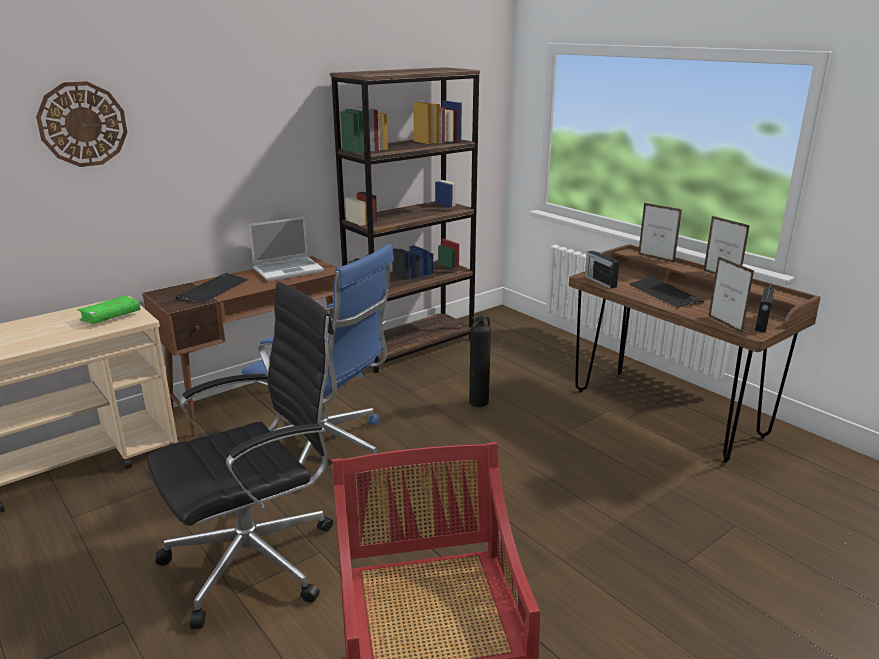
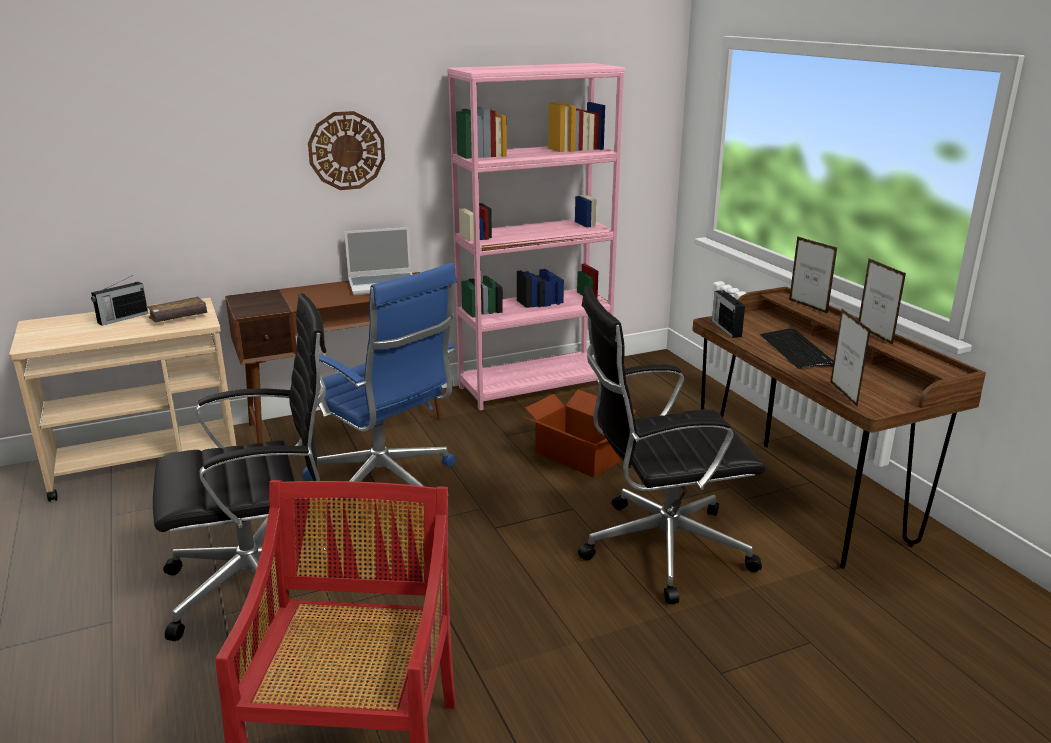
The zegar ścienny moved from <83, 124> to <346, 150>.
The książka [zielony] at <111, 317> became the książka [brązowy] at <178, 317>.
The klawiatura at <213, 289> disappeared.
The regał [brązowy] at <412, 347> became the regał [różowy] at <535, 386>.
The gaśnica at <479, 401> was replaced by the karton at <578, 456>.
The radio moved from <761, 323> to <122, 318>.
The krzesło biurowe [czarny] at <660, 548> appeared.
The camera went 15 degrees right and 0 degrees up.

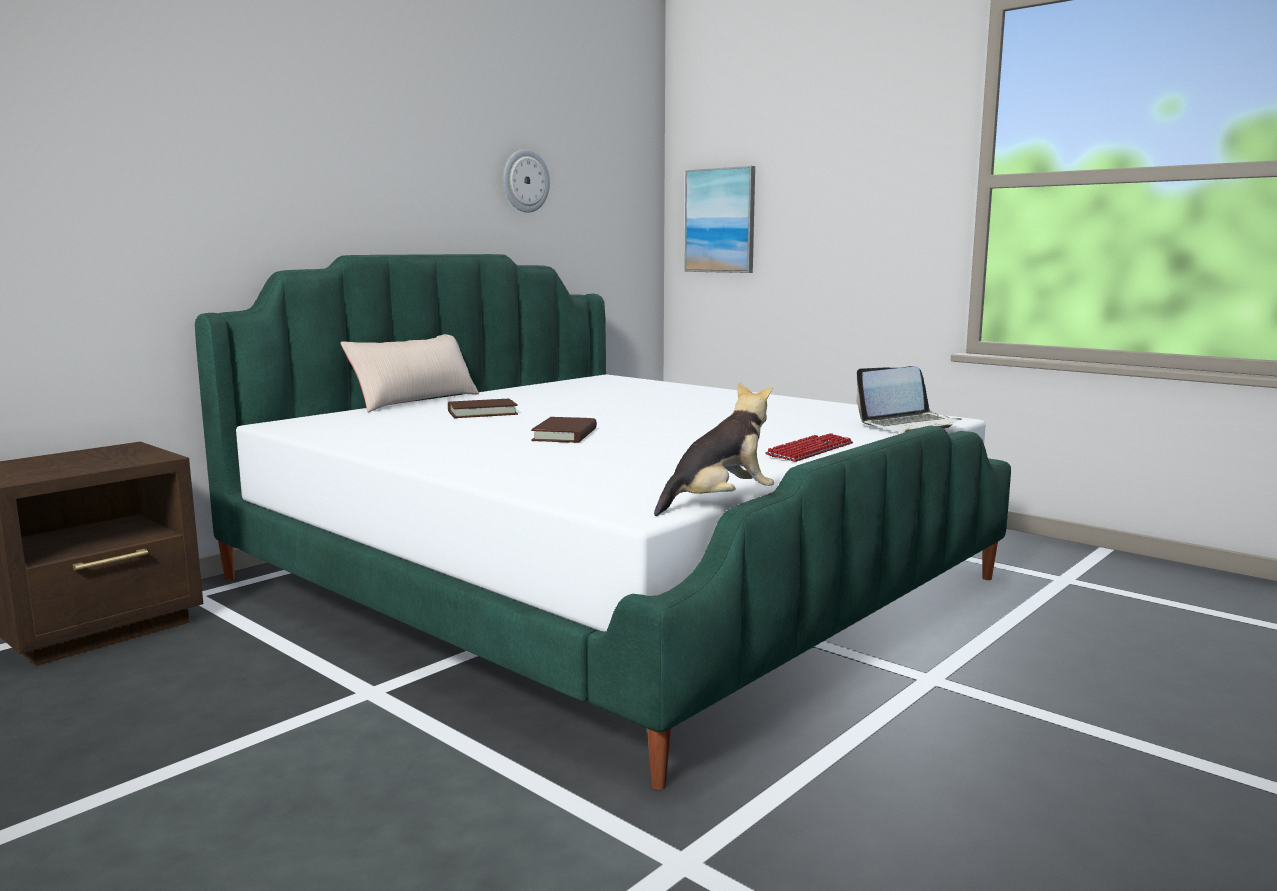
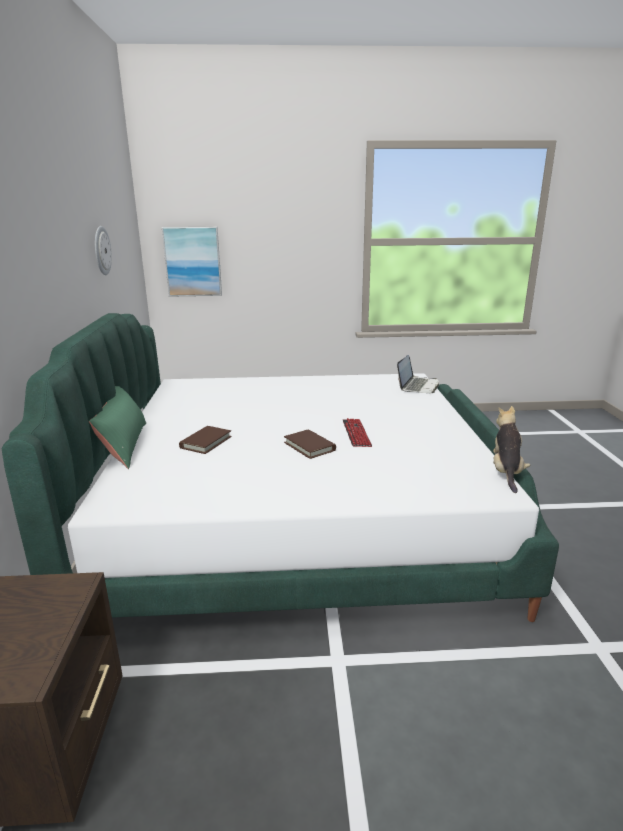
The poduszka [beżowy] at <415, 401> became the poduszka [zielony] at <124, 445>.
The klawiatura moved from <810, 450> to <356, 434>.
The camera went 45 degrees left and 10 degrees up.

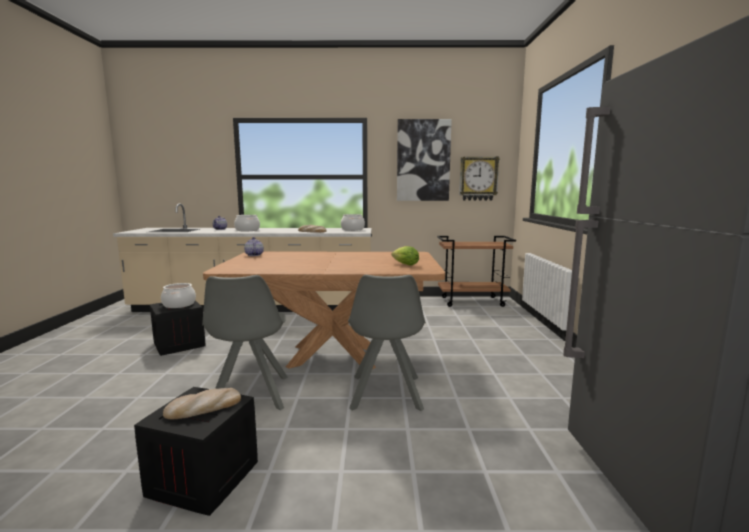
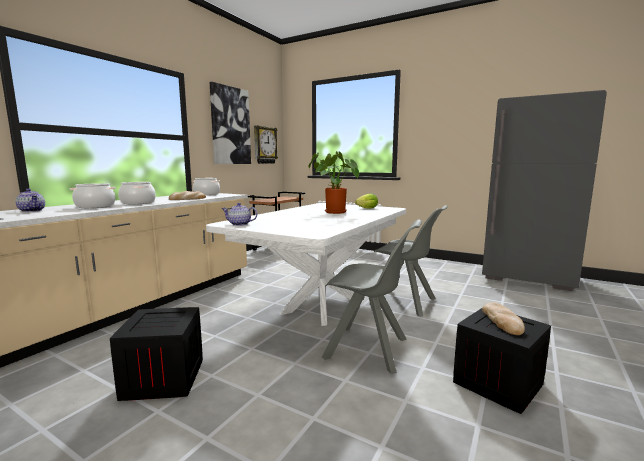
The garnek moved from <179, 304> to <138, 203>.
The stół jadalny [brązowy] at <333, 356> became the stół jadalny [biały] at <321, 305>.
The roślina doniczkowa at <333, 212> appeared.
The camera went 60 degrees left and 0 degrees up.

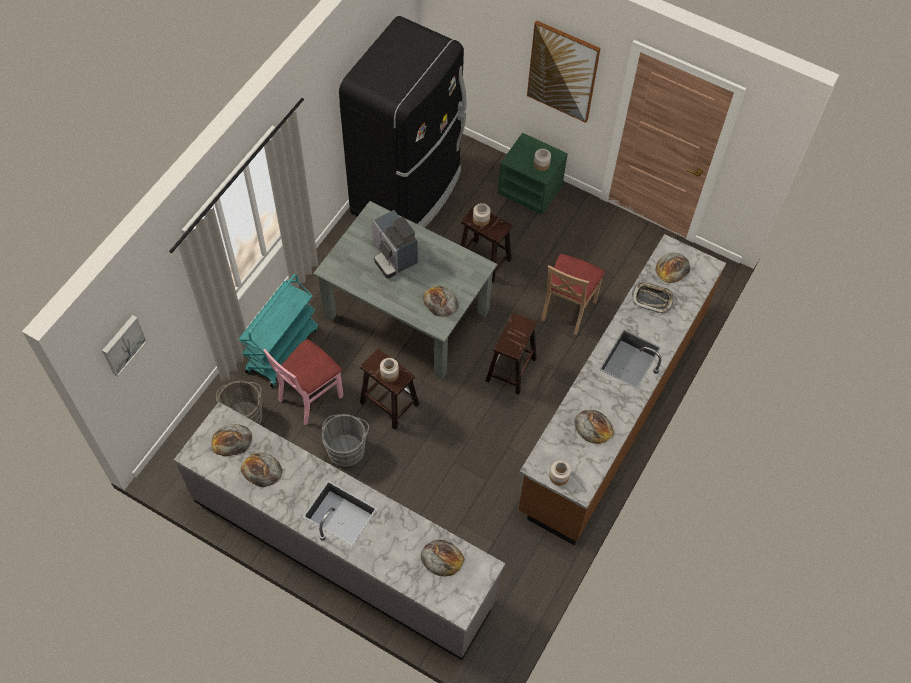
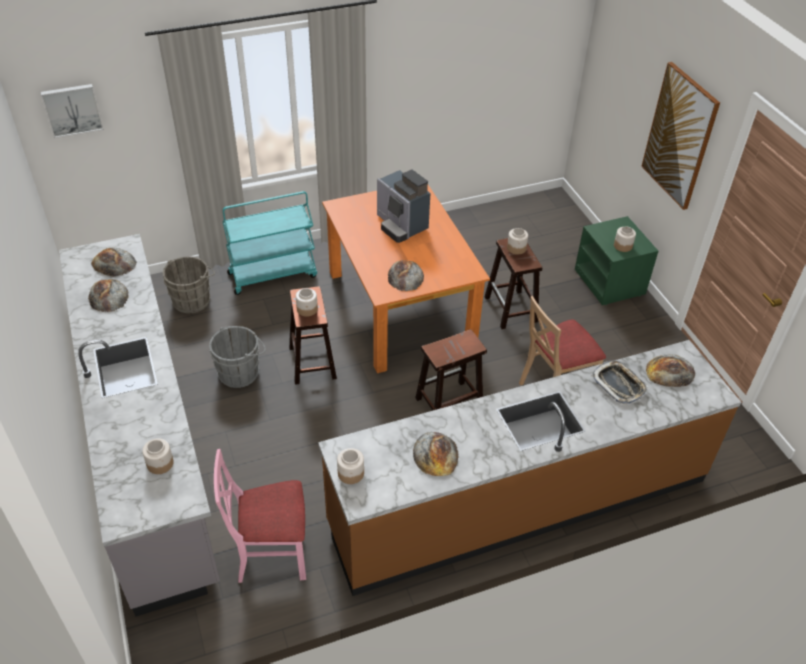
The krzesło [różowy] moved from <309, 396> to <271, 554>.
The stół jadalny [szary] at <408, 313> became the stół jadalny [pomarańczowy] at <401, 309>.
The lodówka [czarny] at <408, 192> disappeared.
The ekspres do kawy at <393, 257> turned 45 degrees counterclockwise.
The chleb at <442, 558> was replaced by the słoik at <160, 463>.
The camera went 40 degrees right and 15 degrees down.

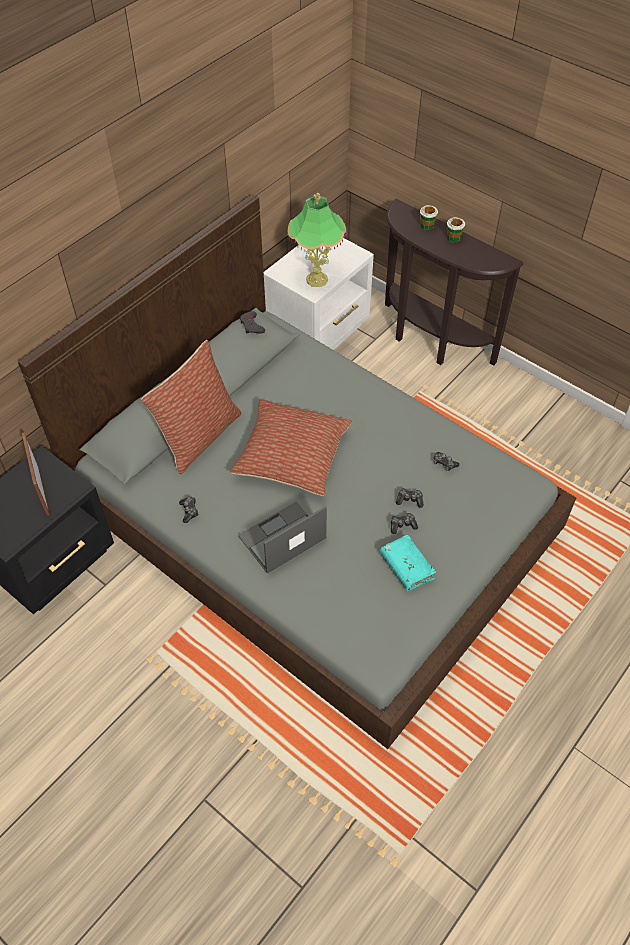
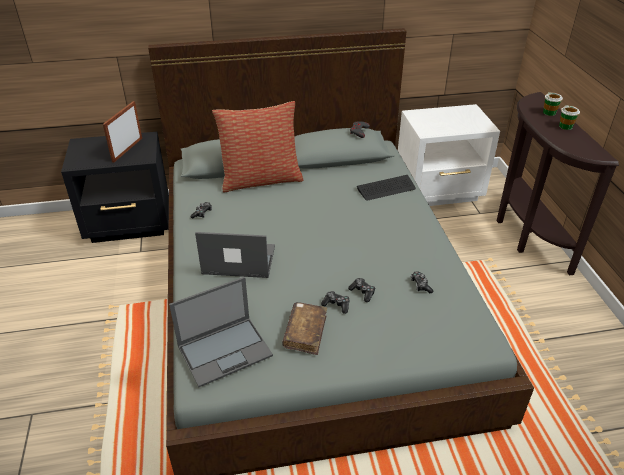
The poduszka at <291, 456> disappeared.
The lampa stołowa at <316, 279> disappeared.
The książka [turkusowy] at <406, 566> became the książka [brązowy] at <305, 333>.
The laptop at <225, 350> appeared.
The klawiatura at <386, 189> appeared.
The camera went 40 degrees right and 15 degrees down.

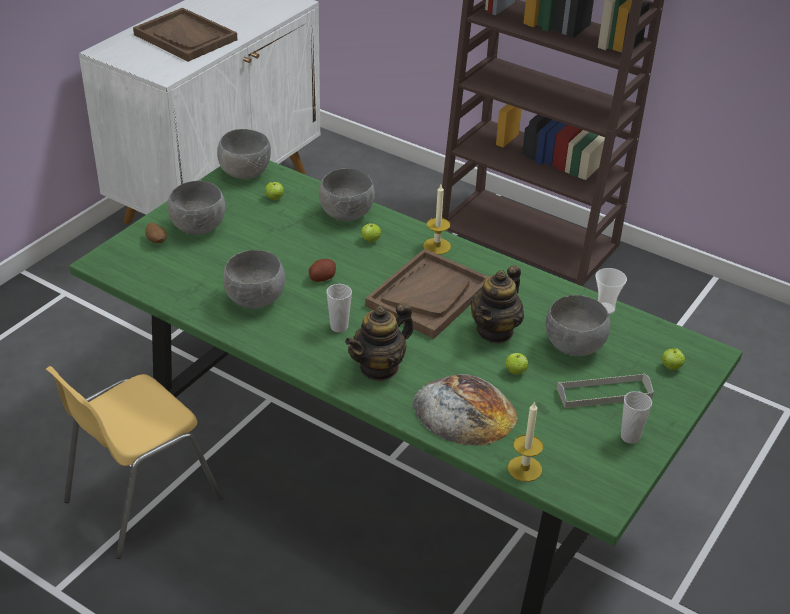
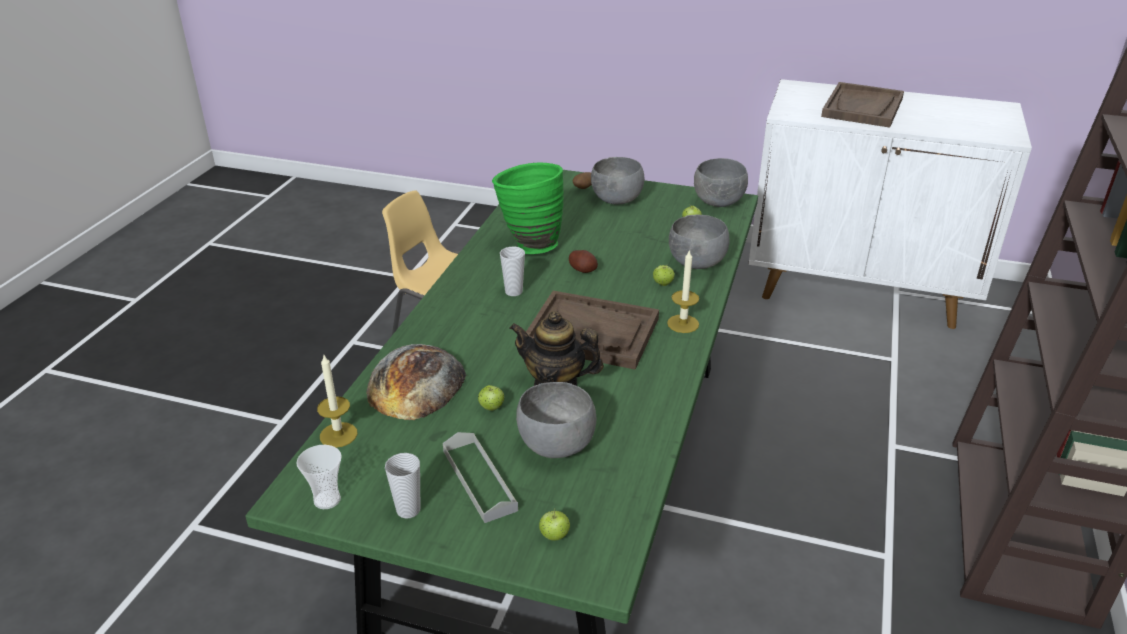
The miska [szary] at <256, 301> was replaced by the wazon [zielony] at <529, 245>.
The imbryk at <379, 367> disappeared.
The filiżanka moved from <605, 308> to <327, 500>.
The camera went 75 degrees right and 5 degrees down.

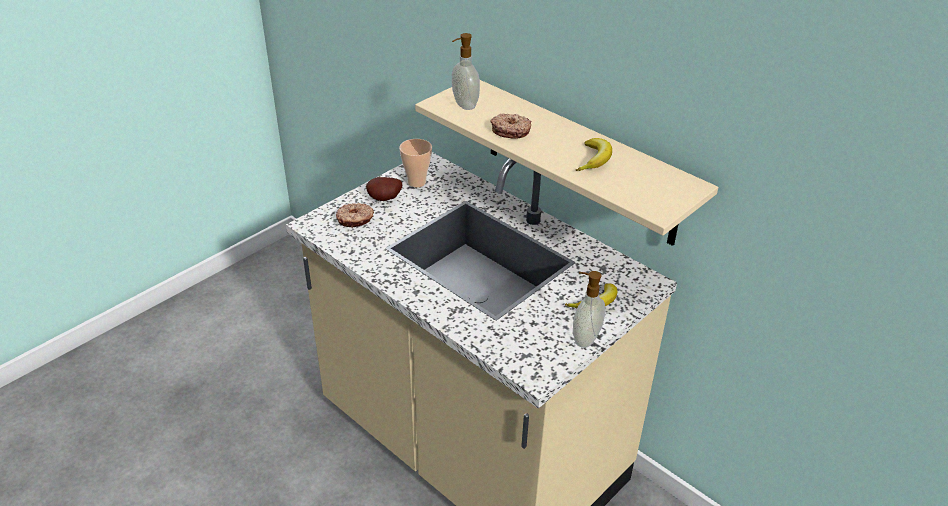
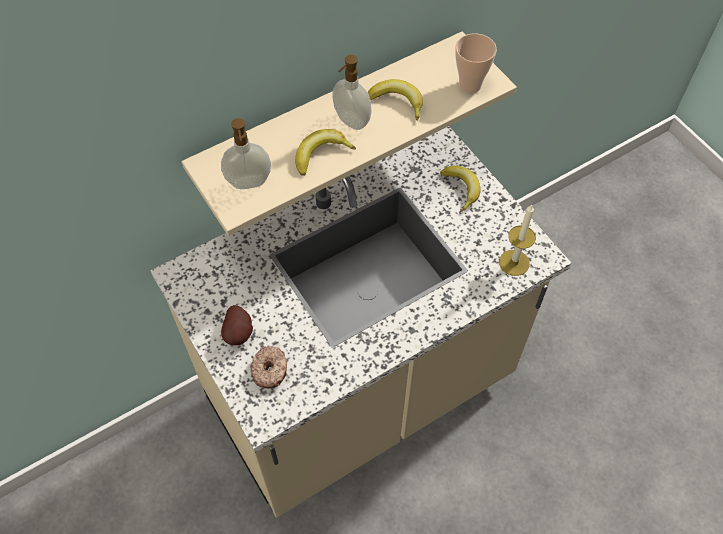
The filiżanka moved from <416, 182> to <470, 85>.
The donut at <510, 131> was replaced by the banan at <320, 154>.
The dozownik mydła moved from <585, 338> to <351, 121>.
The świeca at <514, 262> appeared.
The camera went 75 degrees left and 20 degrees up.

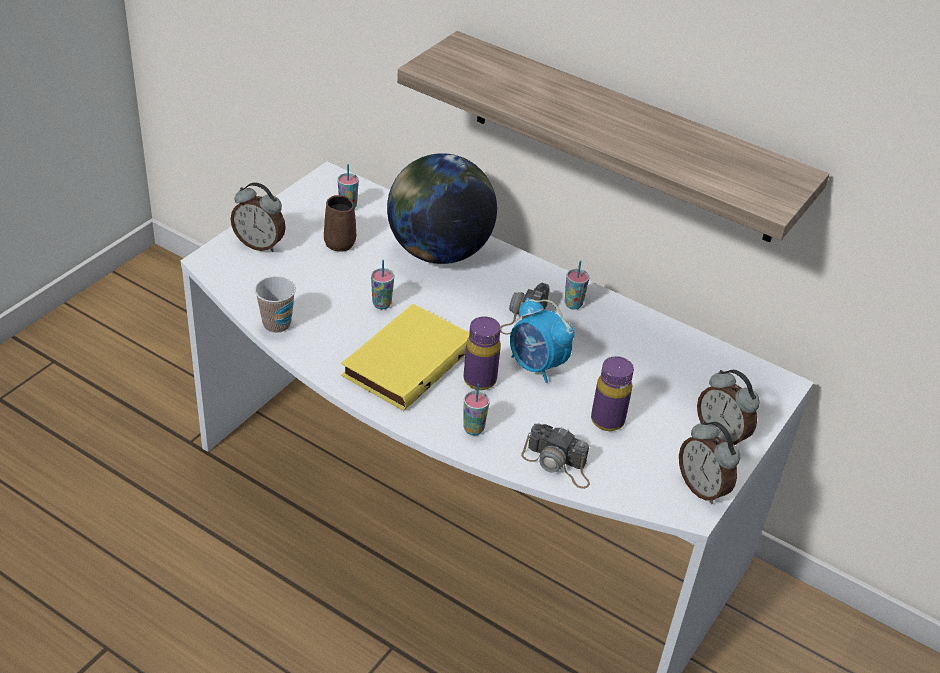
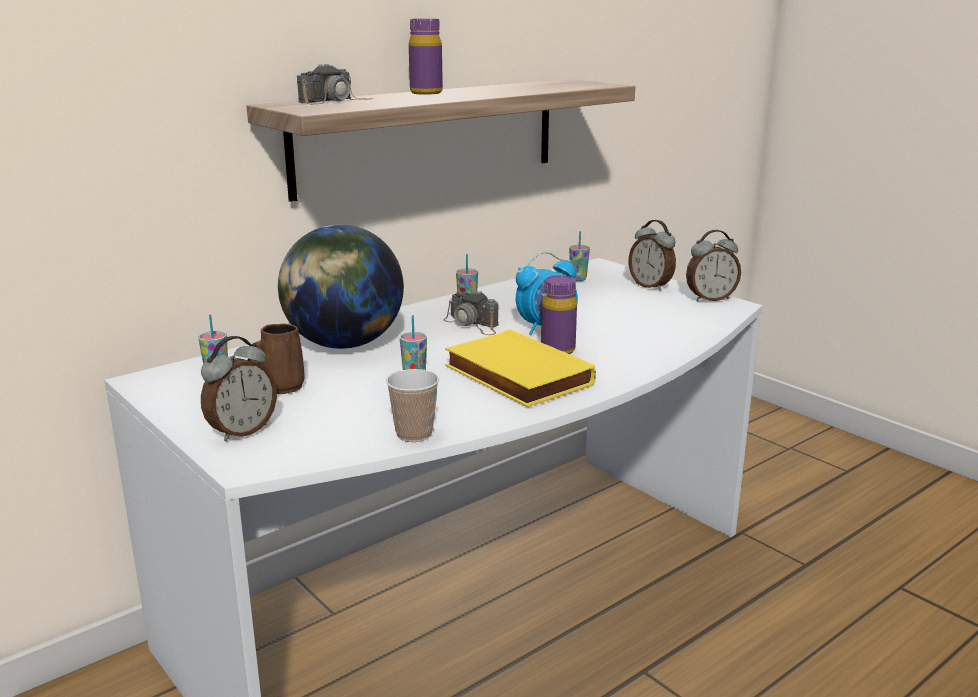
The filiżanka moved from <473, 429> to <578, 279>.
The aparat fotograficzny moved from <558, 464> to <336, 100>.
The butelka [fioletowy] moved from <607, 420> to <426, 93>.
The budzik at <721, 434> turned 75 degrees clockwise.
The camera went 70 degrees left and 20 degrees down.

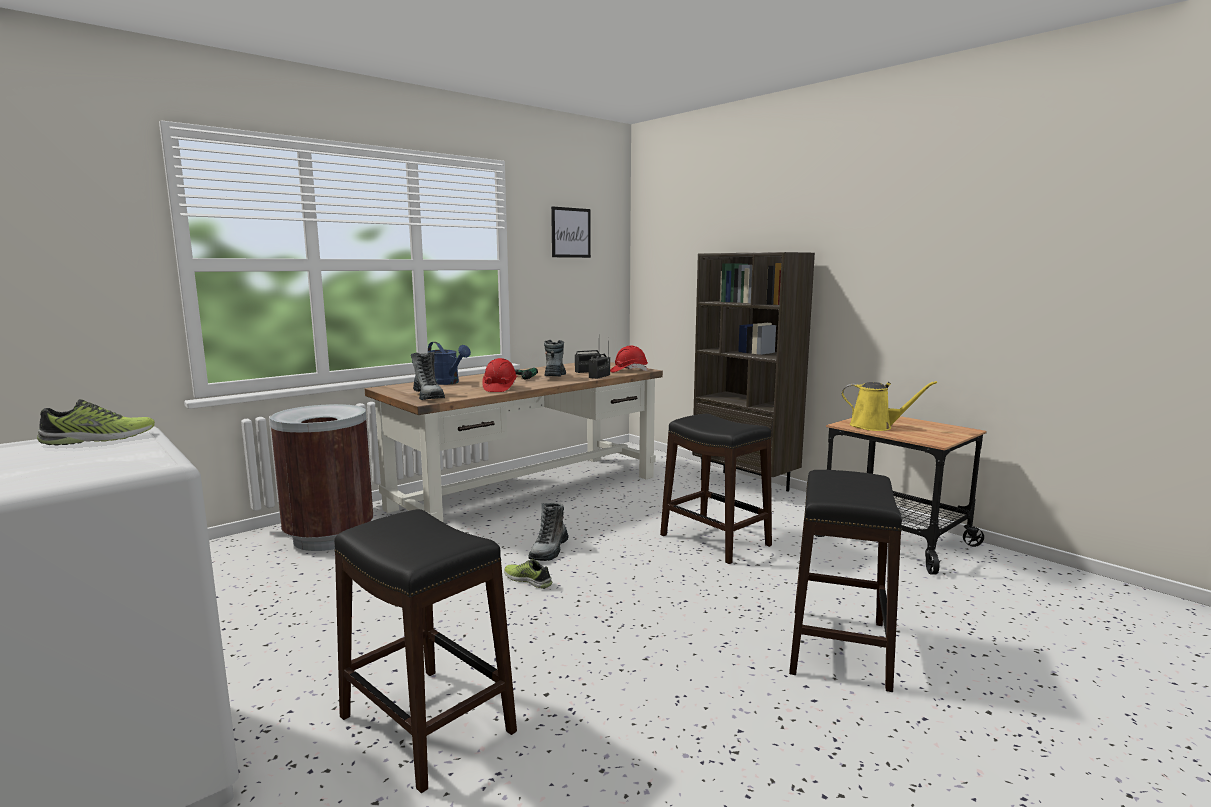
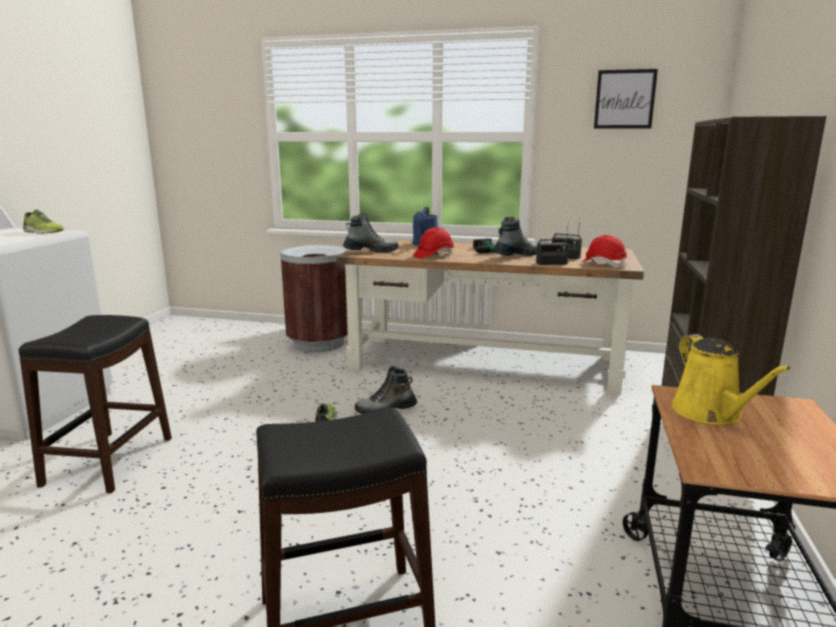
The but z cholewką at <428, 396> turned 120 degrees counterclockwise.
The stołek [czarny] at <715, 540> disappeared.
The camera went 55 degrees right and 5 degrees up.

